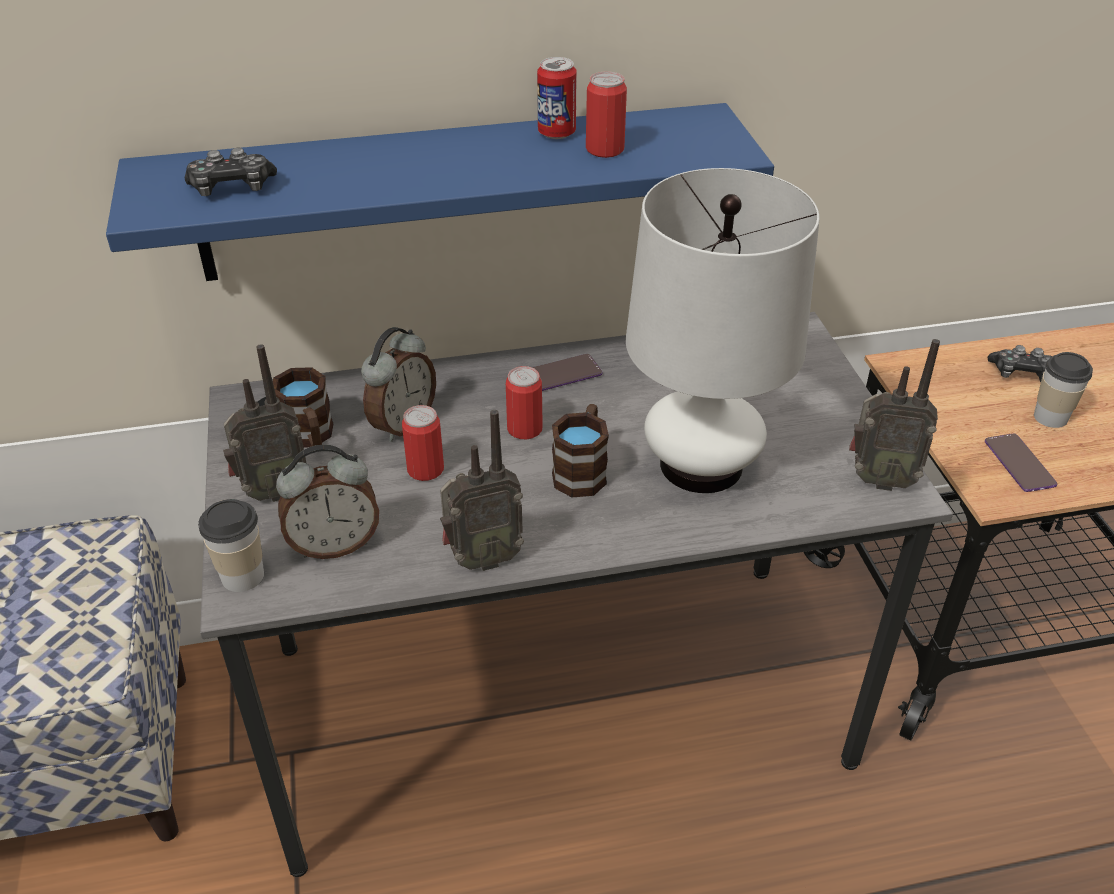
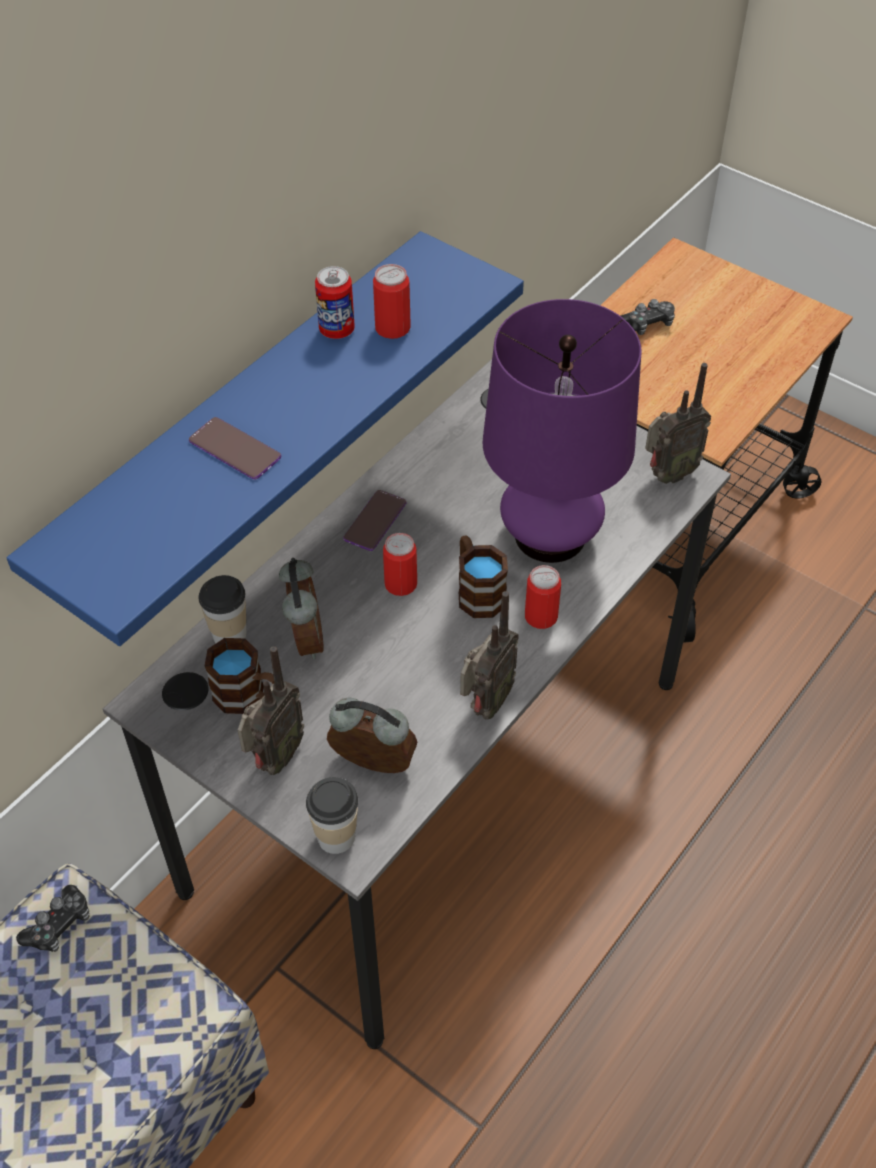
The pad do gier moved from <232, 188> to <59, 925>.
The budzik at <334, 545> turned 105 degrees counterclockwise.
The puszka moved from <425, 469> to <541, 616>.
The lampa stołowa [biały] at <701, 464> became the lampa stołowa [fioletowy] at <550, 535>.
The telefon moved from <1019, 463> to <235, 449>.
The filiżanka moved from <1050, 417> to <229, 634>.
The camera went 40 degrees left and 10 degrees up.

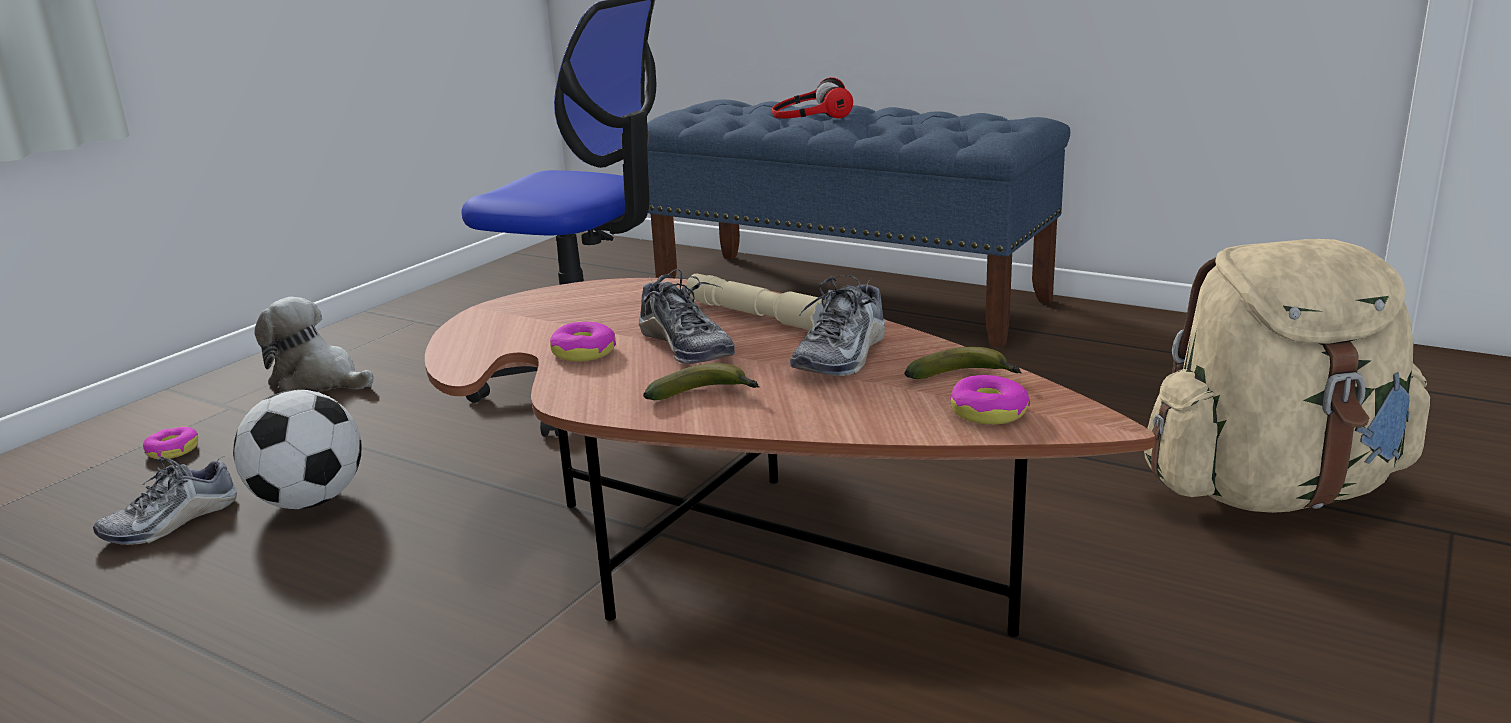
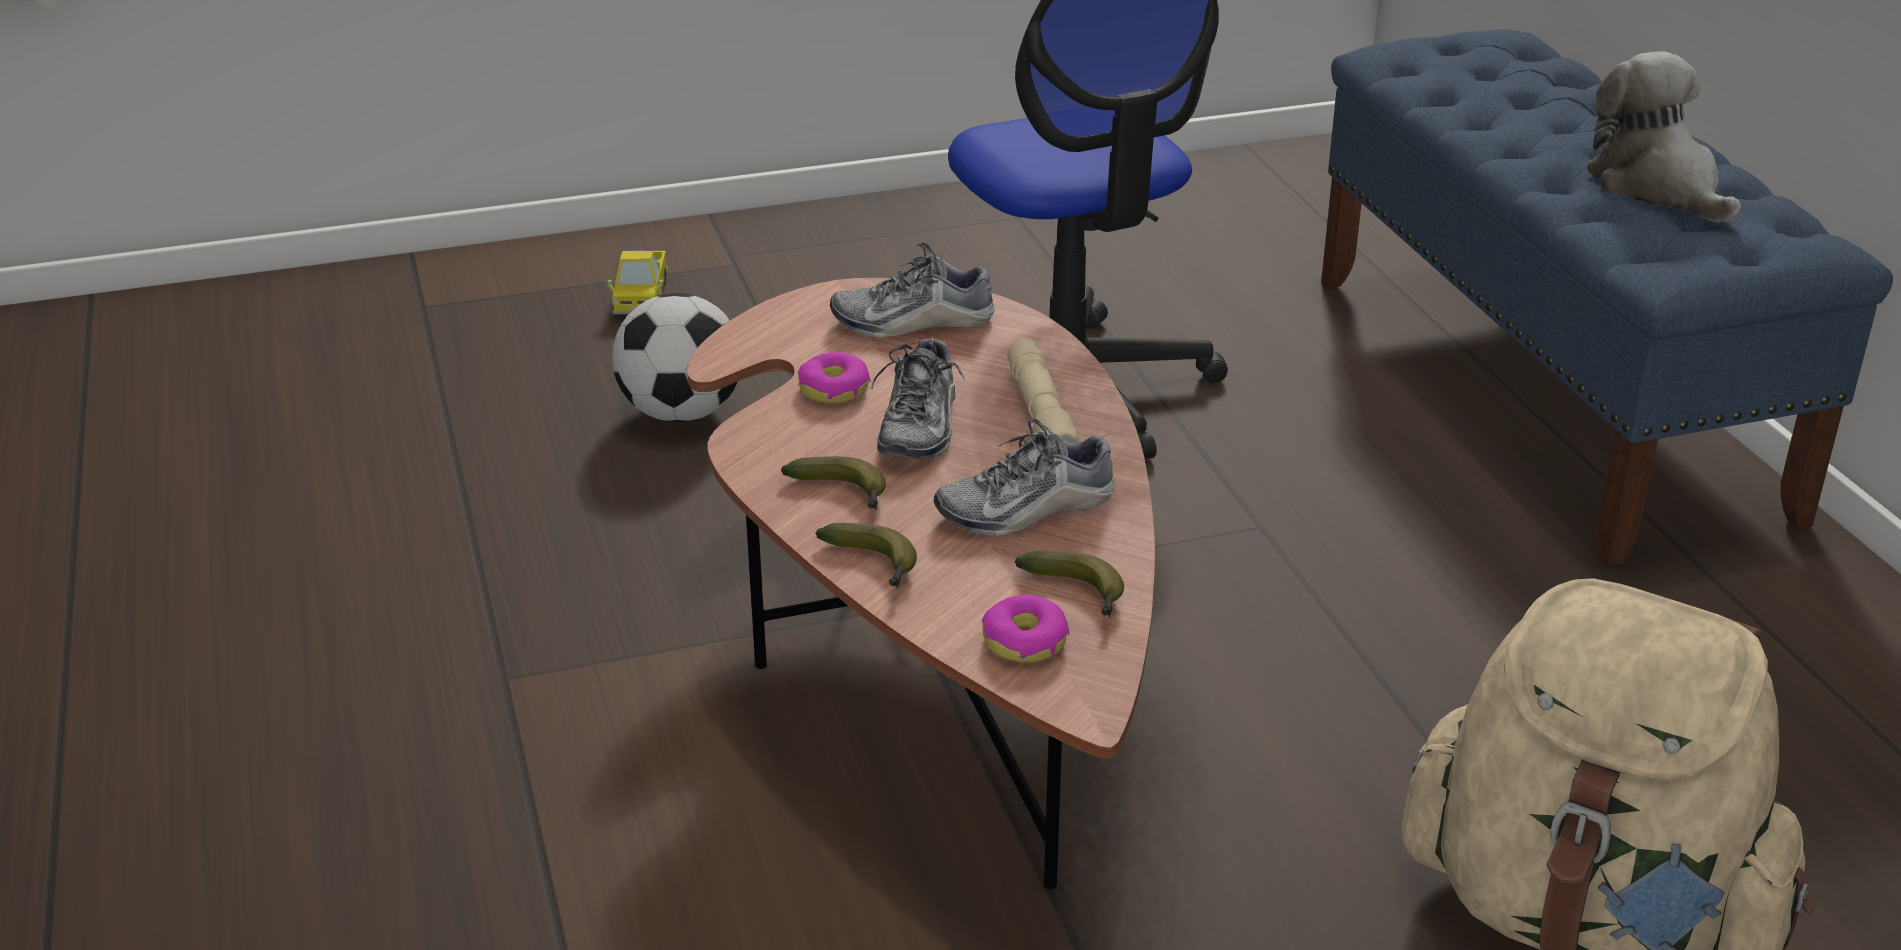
The but moved from <172, 522> to <913, 321>.
The donut at <172, 451> was replaced by the ciężarówka zabawkowa at <641, 297>.
The pluszak moved from <318, 381> to <1657, 187>.
The słuchawki at <810, 114> disappeared.
The banan at <874, 566> appeared.
The camera went 40 degrees right and 10 degrees up.

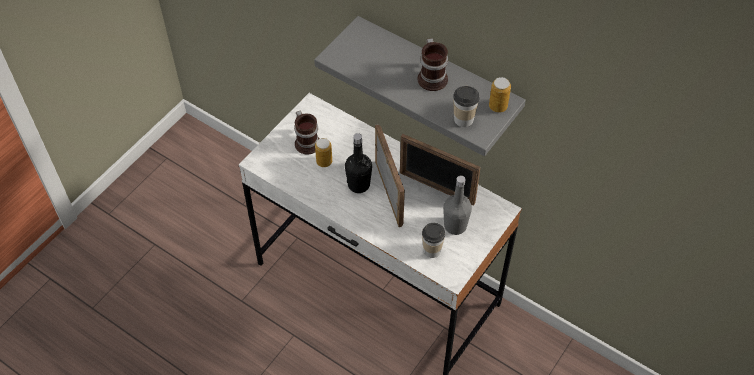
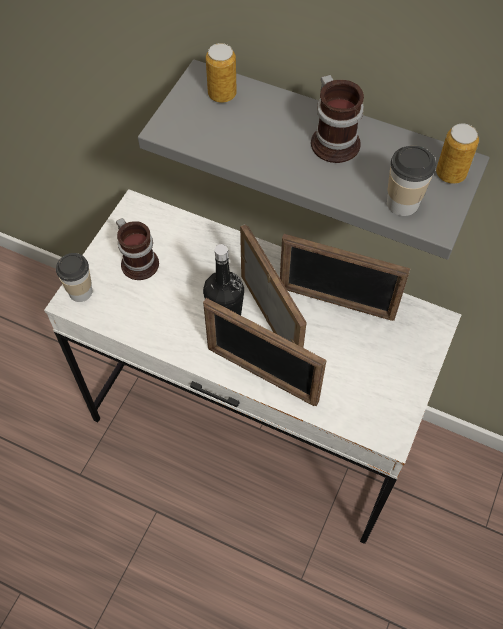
The puszka moved from <324, 162> to <222, 94>.
The filiżanka moved from <432, 250> to <80, 291>.
The butelka [szary] at <455, 226> disappeared.
The ramka na zdjęcie at <261, 375> appeared.
The camera went 10 degrees left and 5 degrees up.

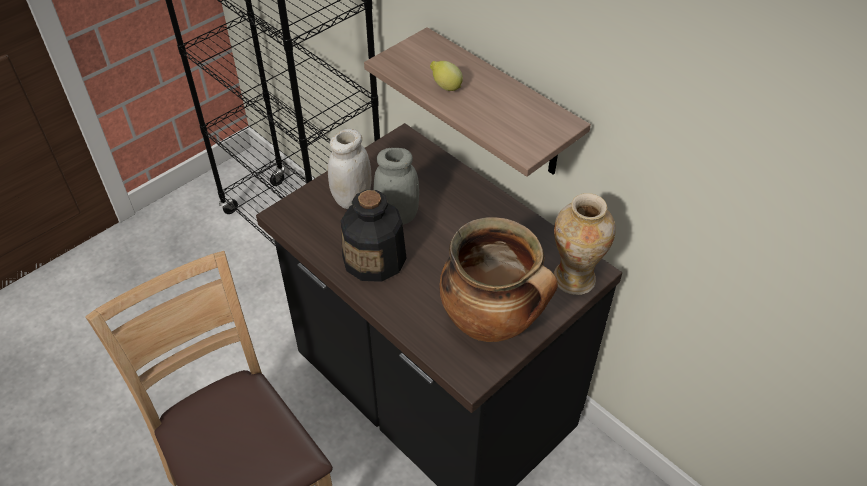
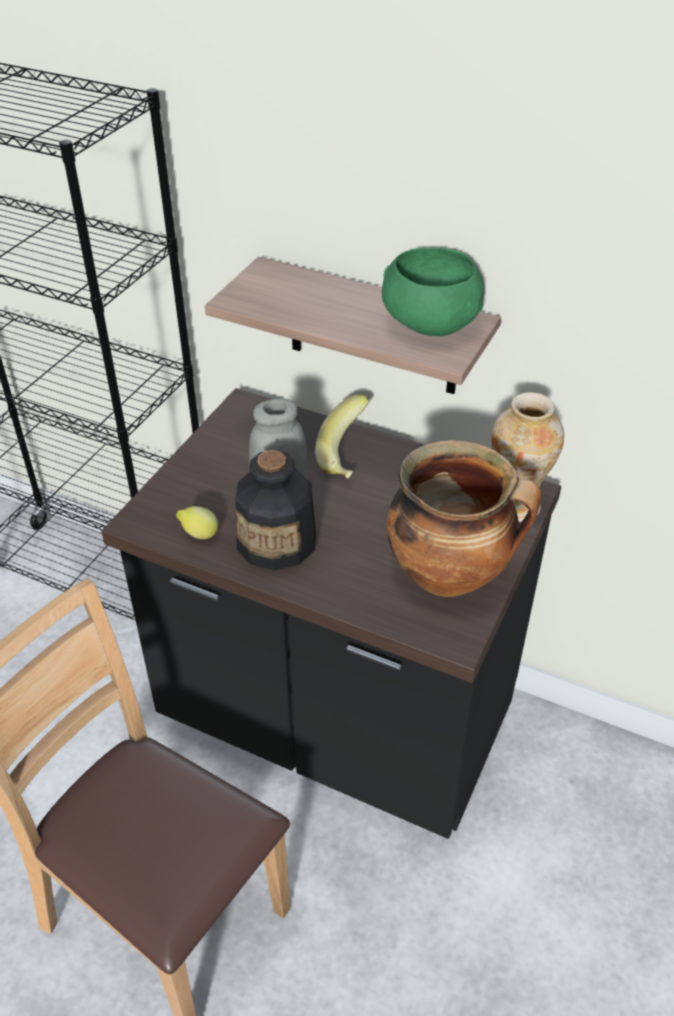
The słoik [biały] at <352, 199> disappeared.
The cytryna moved from <446, 87> to <199, 535>.
The banan at <348, 457> appeared.
The miska [zielony] at <429, 326> appeared.
The camera went 20 degrees left and 5 degrees down.

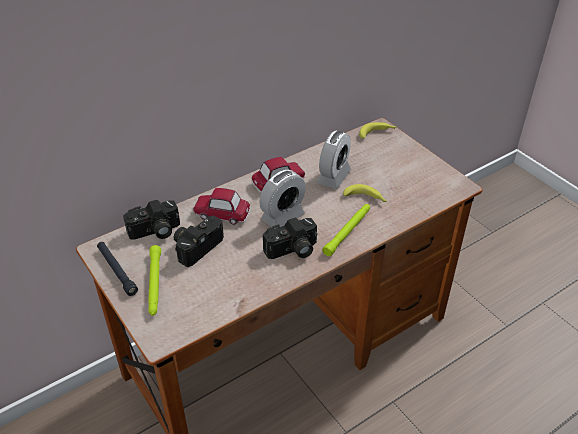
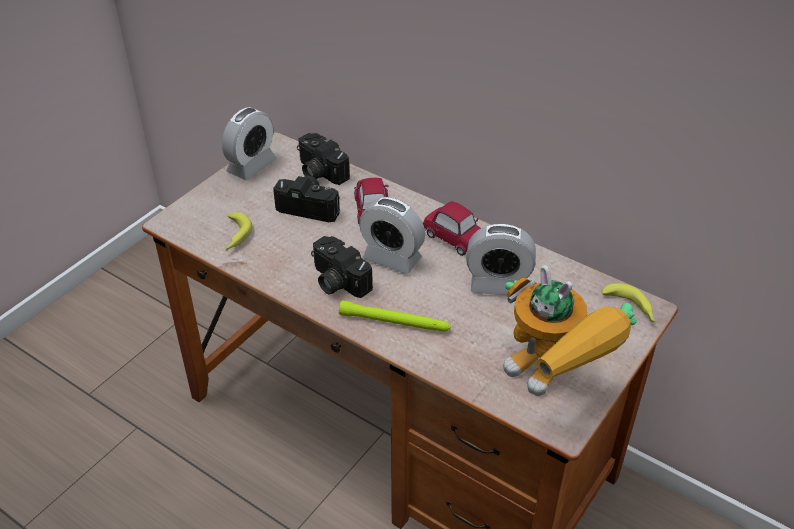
The latarka [czarny] at <116, 271> was replaced by the budzik at <251, 166>.
The latarka [zielony] at <154, 284> disappeared.
The banan moved from <365, 198> to <234, 237>.
The robot zabawkowy at <554, 382> appeared.
The camera went 70 degrees right and 0 degrees up.

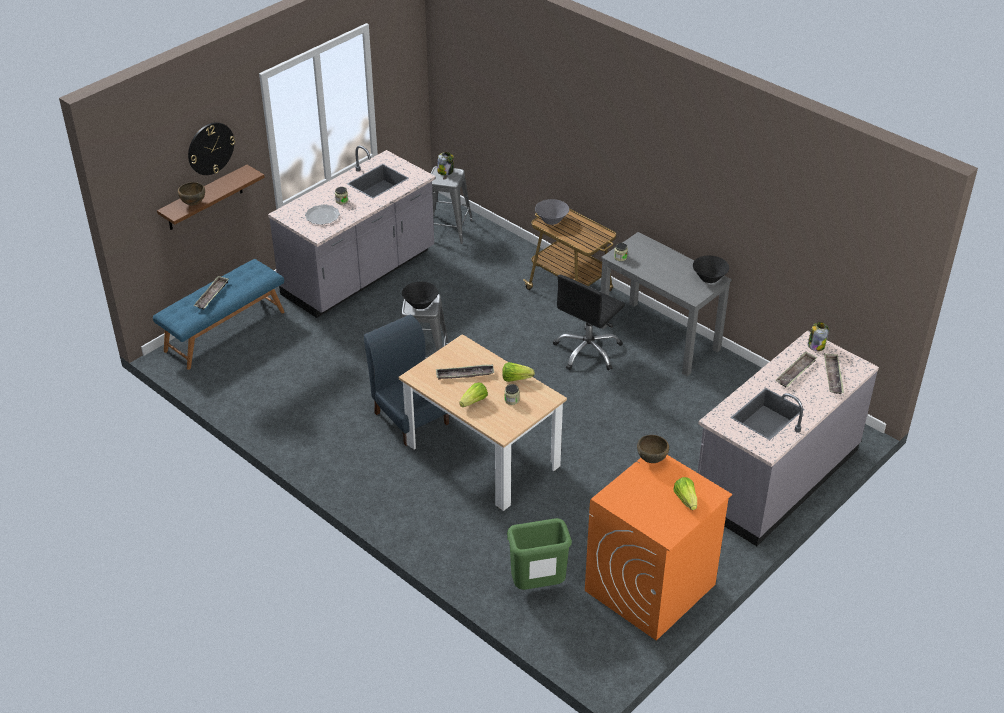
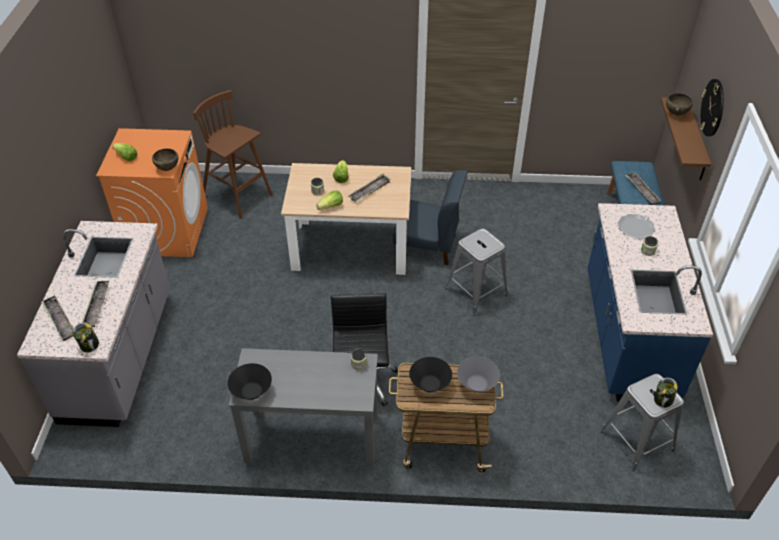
The zabudowa kuchenna [szary] at <359, 274> became the zabudowa kuchenna [niebieski] at <627, 335>.
The miska [czarny] moved from <420, 304> to <430, 384>.
The kosz na śmieci [zielony] at <537, 586> was replaced by the stołek [brązowy] at <238, 196>.
The camera went 140 degrees right and 5 degrees up.

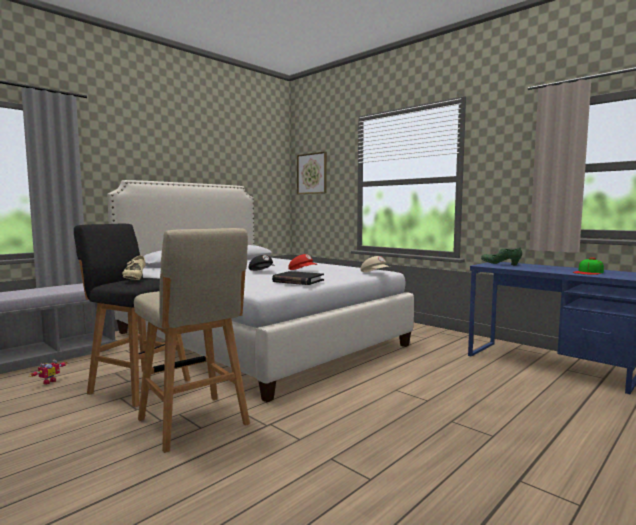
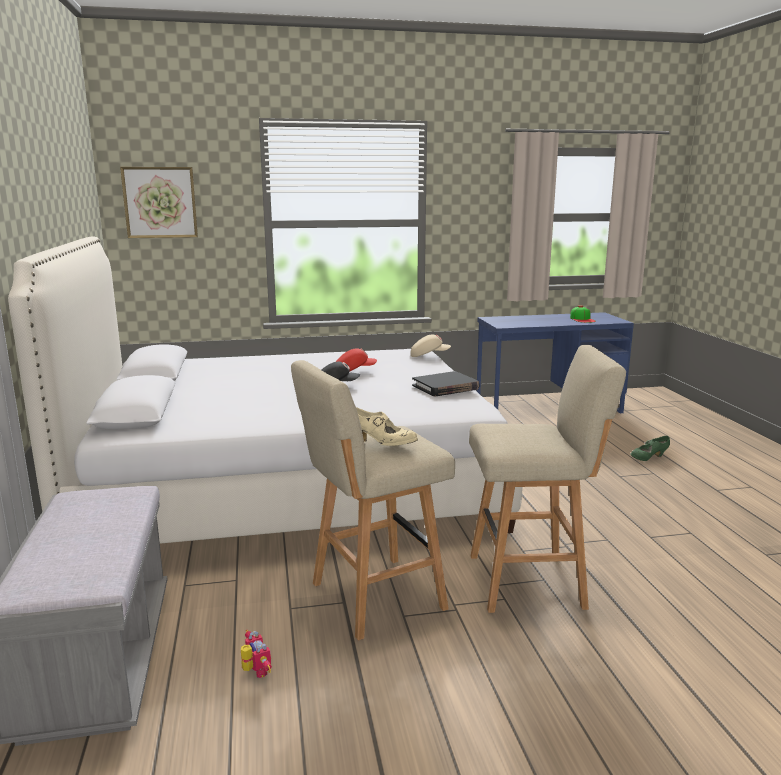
The stołek [czarny] at <138, 386> became the stołek [beżowy] at <373, 597>.
The but [zielony] moved from <500, 264> to <648, 458>.
The camera went 55 degrees left and 10 degrees up.

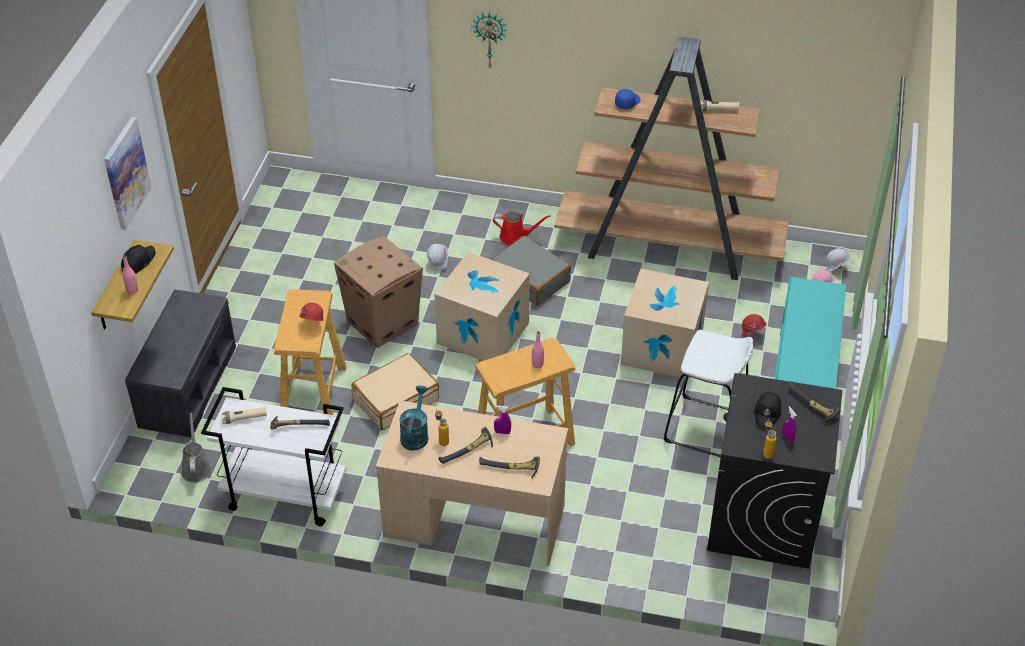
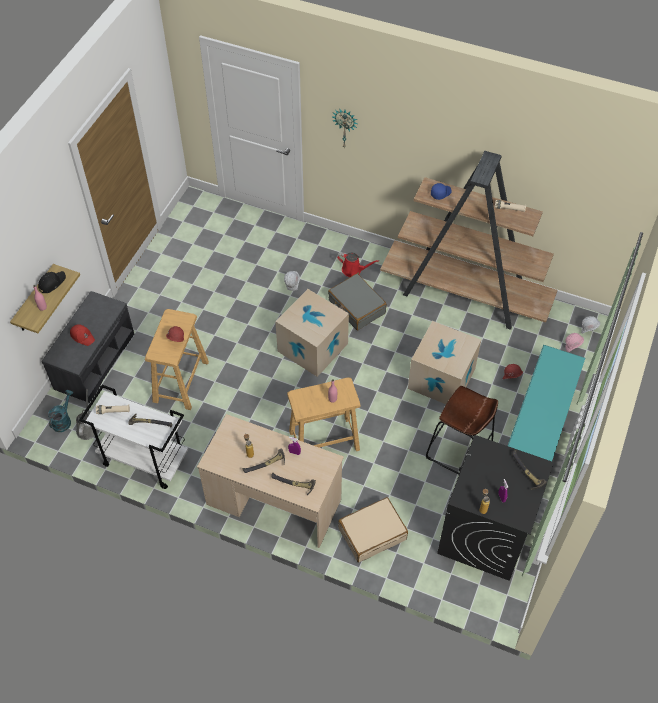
The obraz at <126, 173> disappeared.
The karton at <383, 322> disappeared.
The walizka [beżowy] moved from <395, 399> to <372, 533>.
The konewka [turkusowy] moved from <415, 434> to <63, 420>.
The stołek [biały] at <705, 427> became the stołek [brązowy] at <459, 451>.
The czapka z daszkiem [czarny] at <767, 412> disappeared.
The czapka z daszkiem [czerwony] at <82, 336> appeared.
The camera went 10 degrees right and 10 degrees up.

